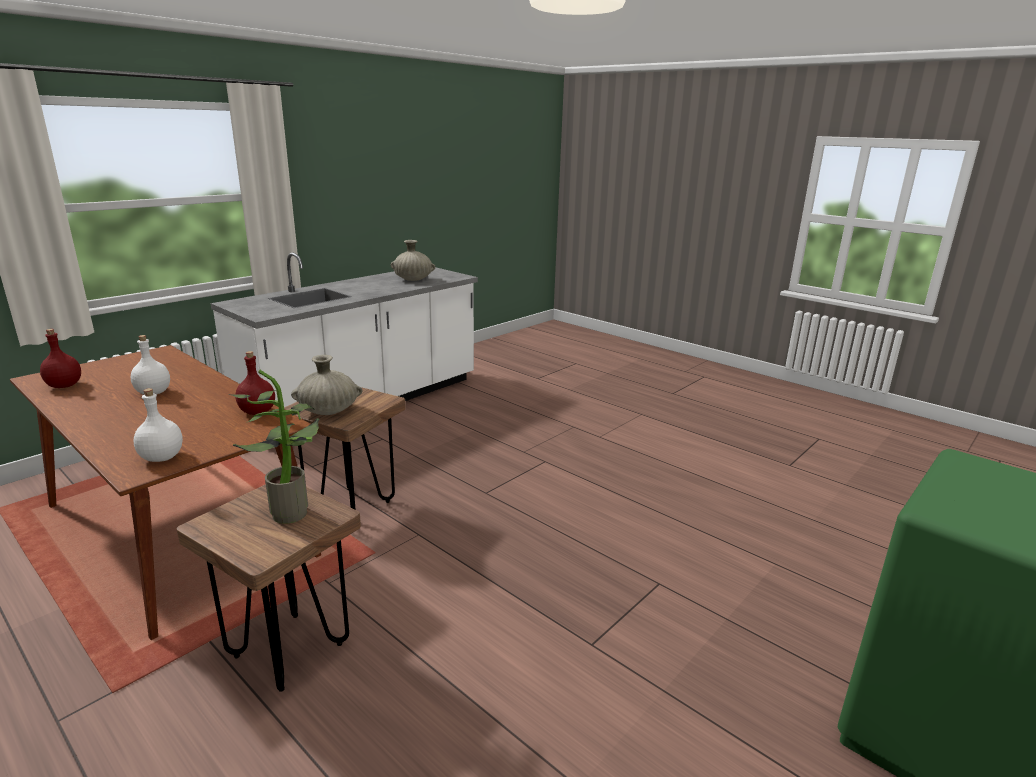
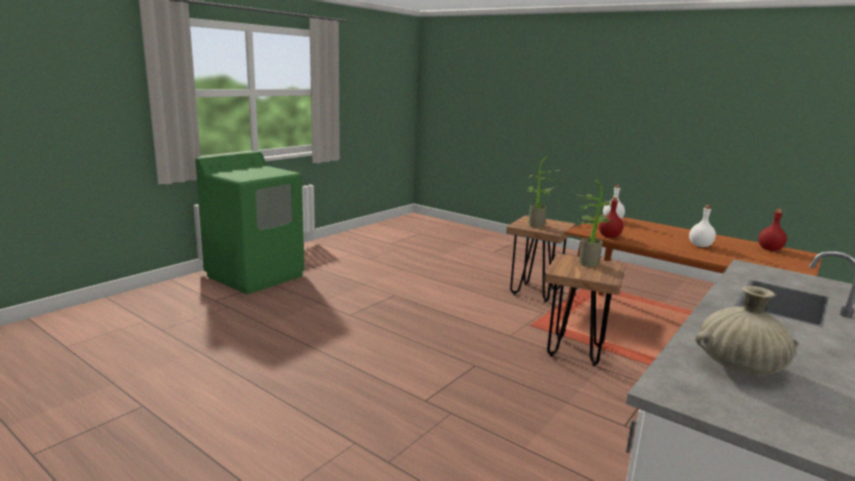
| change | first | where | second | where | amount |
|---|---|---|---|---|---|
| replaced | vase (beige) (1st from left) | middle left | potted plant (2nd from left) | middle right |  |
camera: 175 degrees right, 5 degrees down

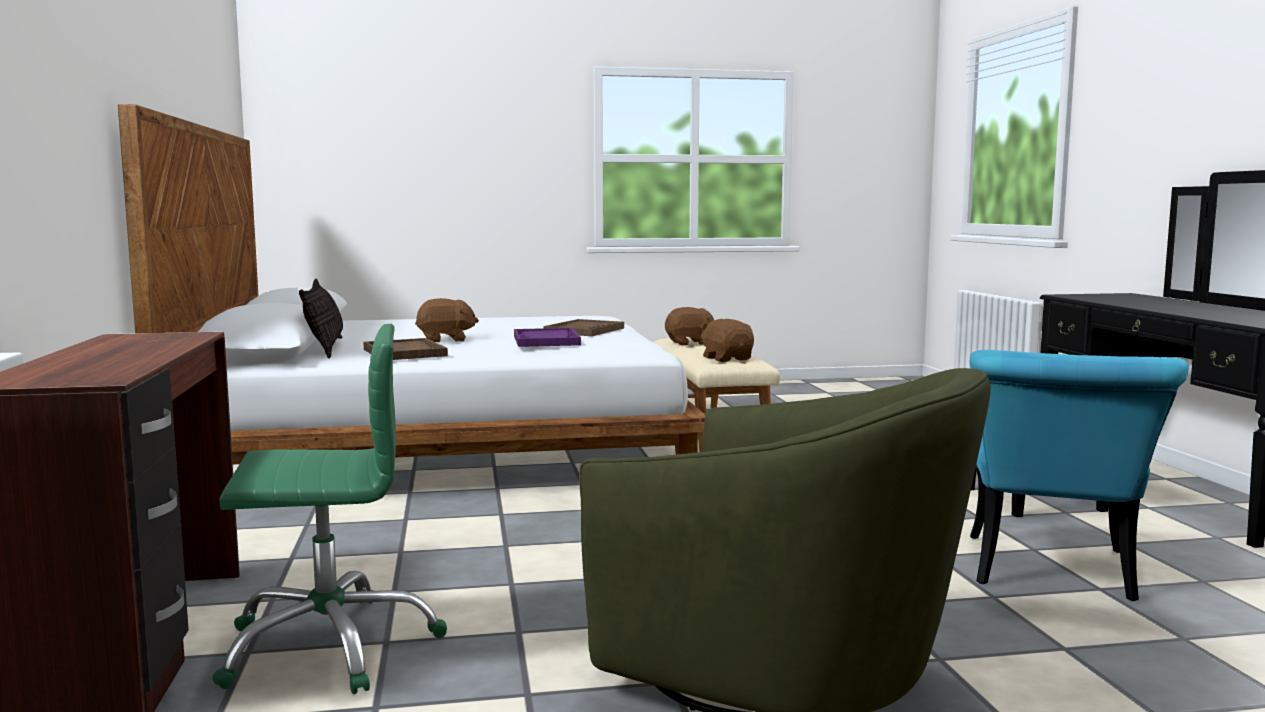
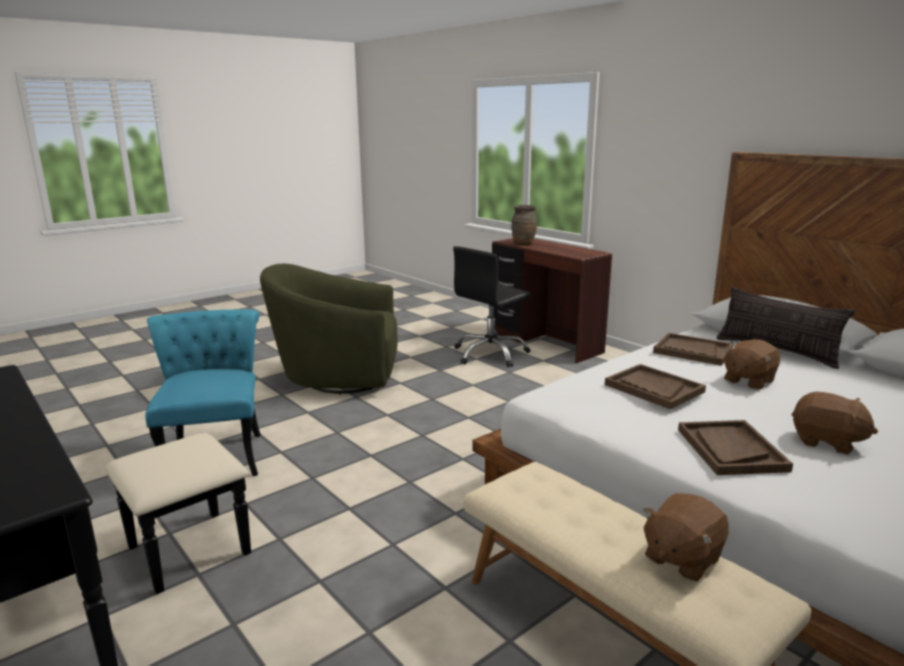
| change | first | where | second | where | amount |
|---|---|---|---|---|---|
| recoloured | office chair (green) | bottom left | office chair (black) | centre |  |
| recoloured | tray (purple) | centre | tray (brown) (1st from left) | middle right |  |
| moved | plush toy (brown) (3rd from left) | centre |  | middle right |  |
| added |  |  | vase (brown) | centre |  |
camera: 150 degrees right, 10 degrees up

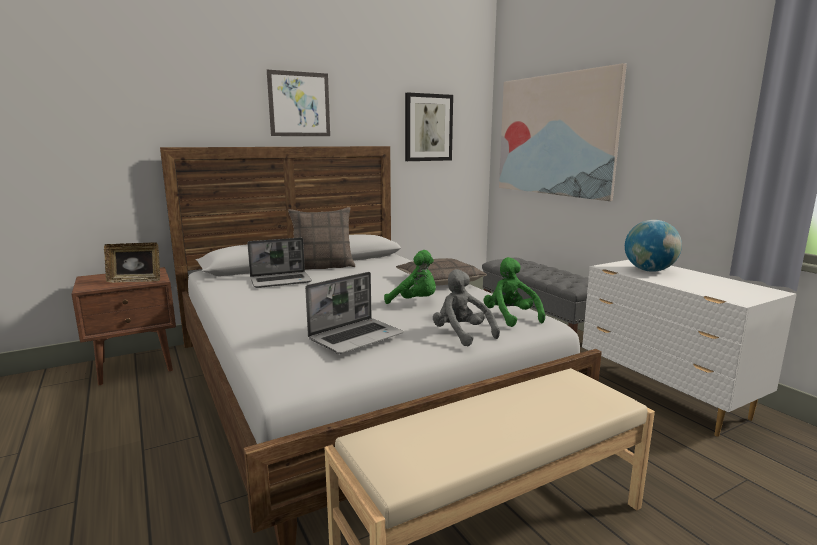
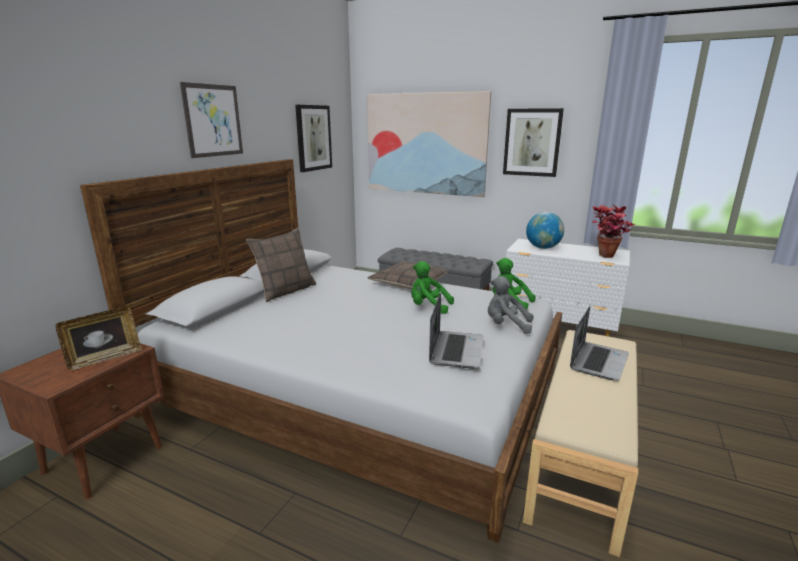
| change | first | where | second | where | amount |
|---|---|---|---|---|---|
| moved | laptop (1st from left in the first image) | centre | laptop (2nd from left) | middle right |  |
| turned | plush toy (green) (1st from left) | centre |  | centre | 150 degrees counterclockwise |
| added |  |  | picture (4th from left) | top right |  |
| added |  |  | potted plant | middle right |  |
camera: 35 degrees left, 5 degrees up

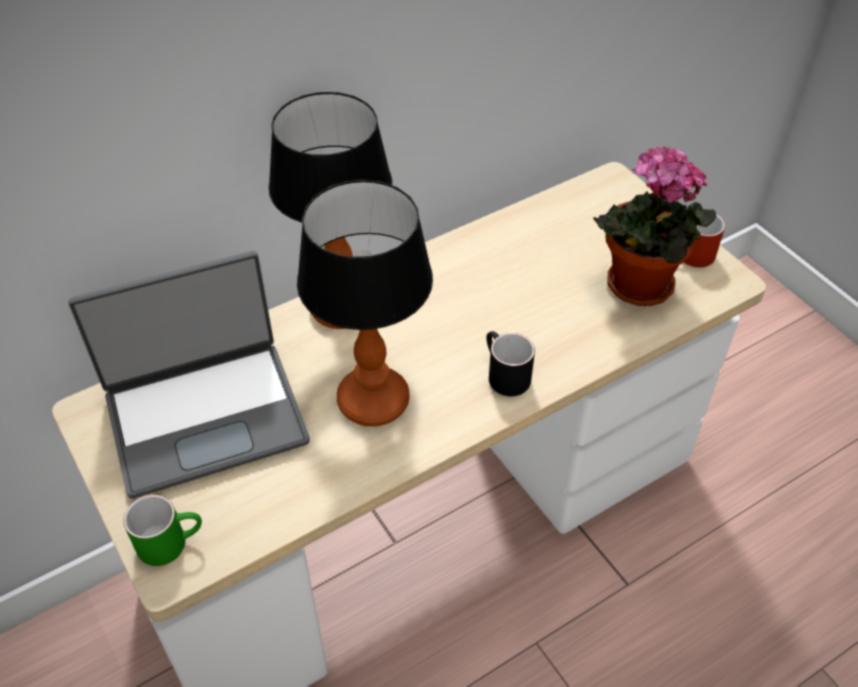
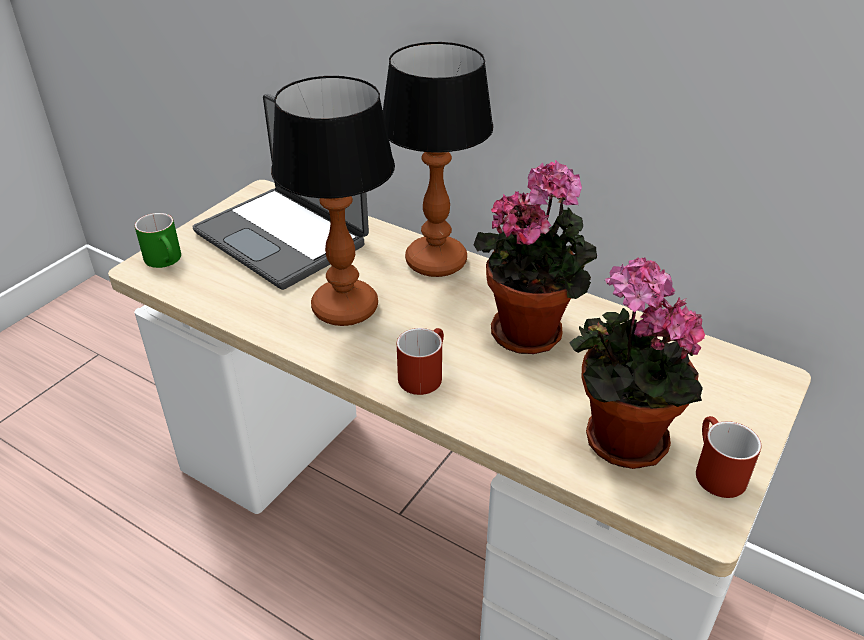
| change | first | where | second | where | amount |
|---|---|---|---|---|---|
| recoloured | mug (black) | centre | mug (red) (1st from left) | centre |  |
| added |  |  | potted plant (1st from left) | centre |  |
camera: 65 degrees right, 10 degrees down

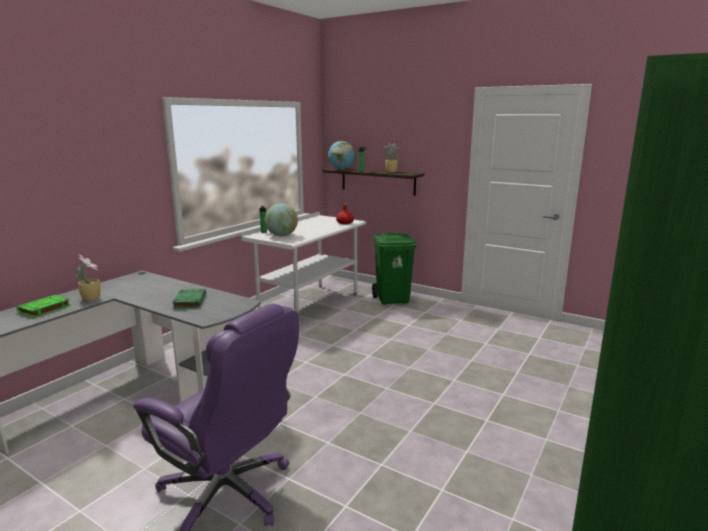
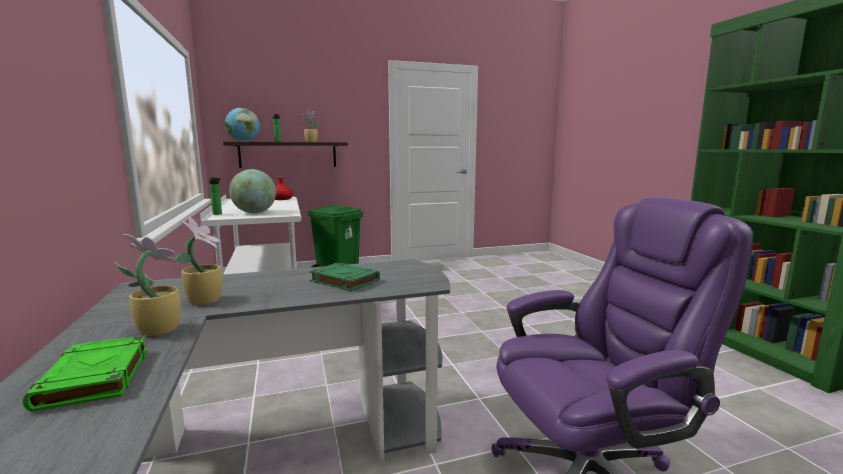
| change | first | where | second | where | amount |
|---|---|---|---|---|---|
| added |  |  | potted plant (2nd from left) | middle left |  |
camera: 50 degrees left, 5 degrees down

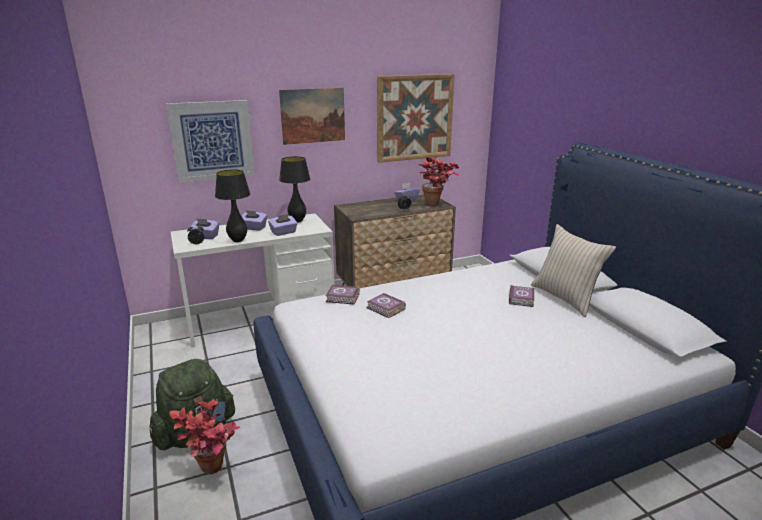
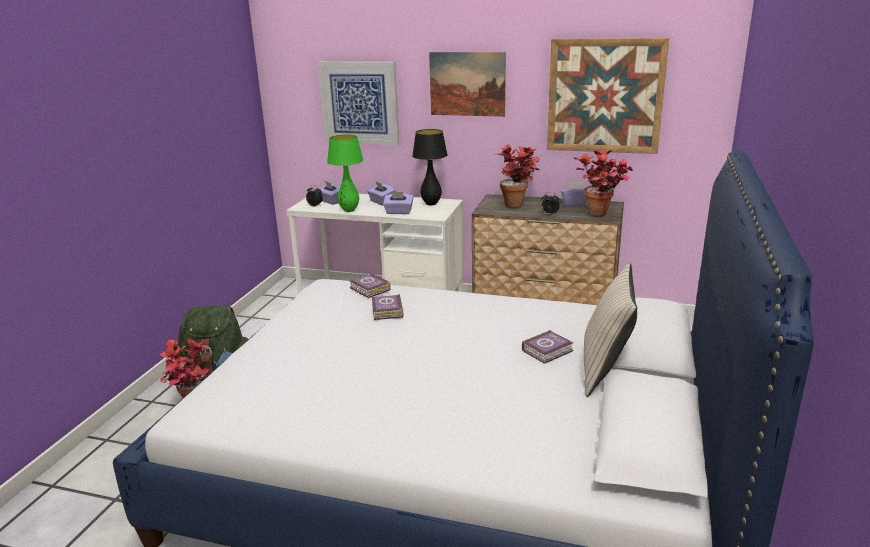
| change | first | where | second | where | amount |
|---|---|---|---|---|---|
| recoloured | table lamp (black) (1st from left) | middle left | table lamp (green) | top centre |  |
| added |  |  | potted plant (2nd from left) | top centre |  |
camera: 40 degrees right, 0 degrees up

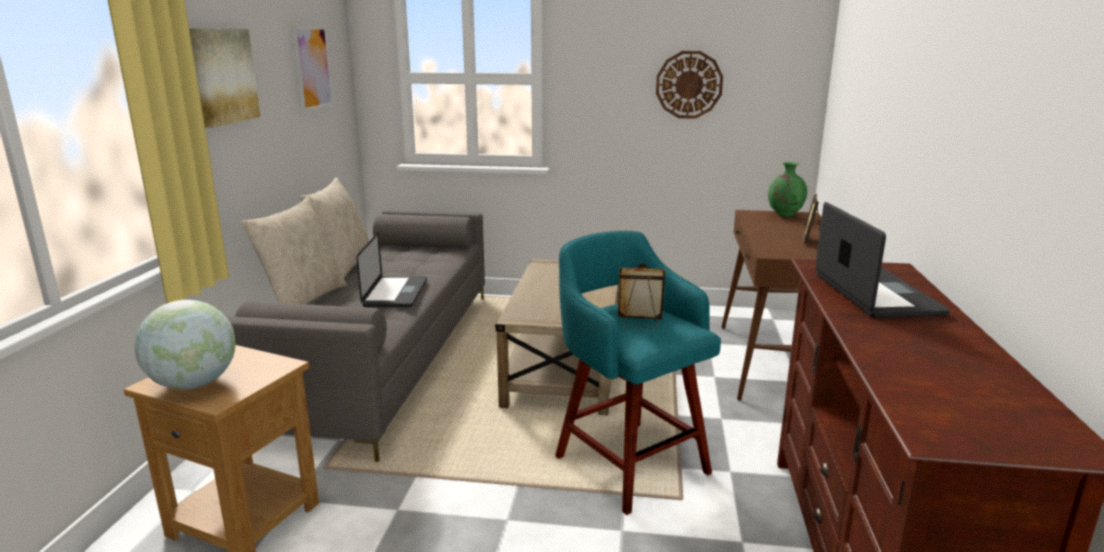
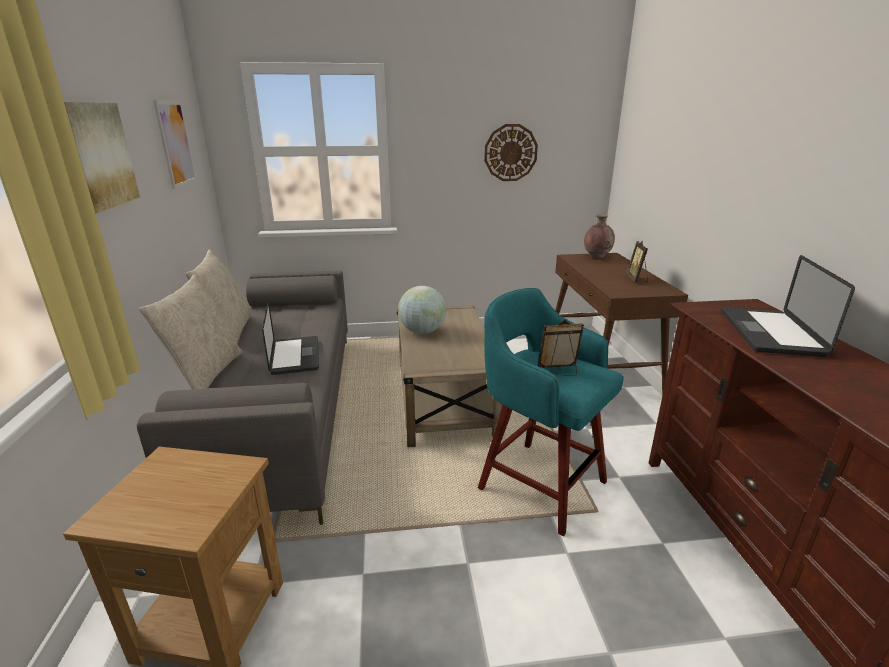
| change | first | where | second | where | amount |
|---|---|---|---|---|---|
| moved | globe | middle left |  | centre |  |
| recoloured | vase (green) | middle right | vase (brown) | middle right |  |
| turned | laptop (2nd from left) | middle right |  | middle right | 150 degrees counterclockwise |
camera: 15 degrees left, 5 degrees up

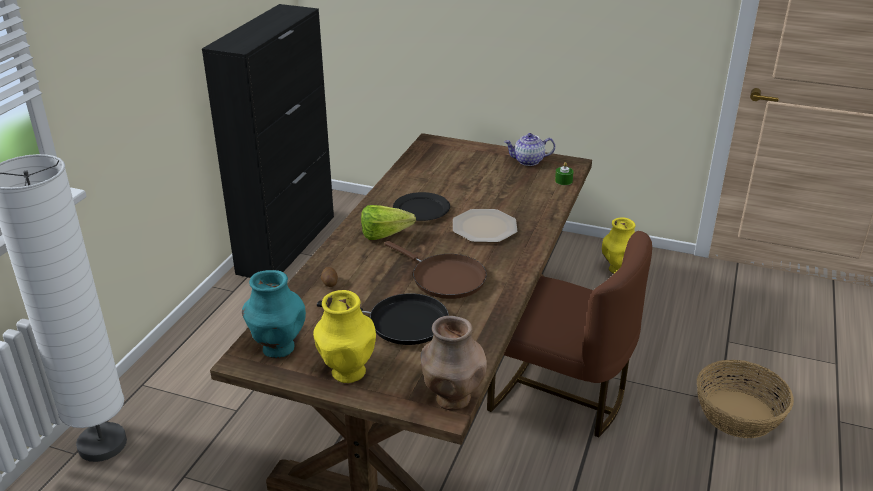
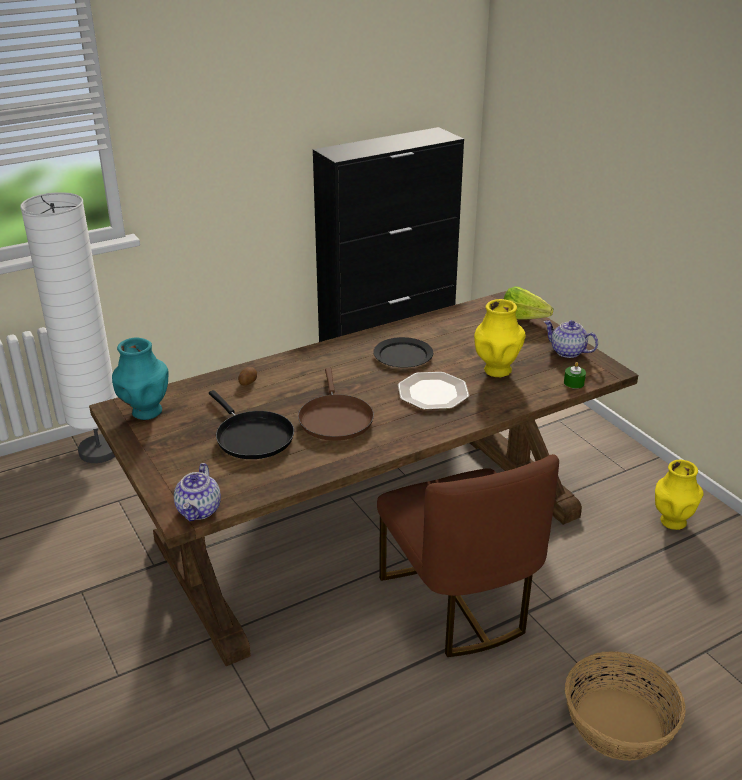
| change | first | where | second | where | amount |
|---|---|---|---|---|---|
| moved | vase (yellow) (1st from left) | bottom centre |  | middle right |  |
| moved | lettuce | centre |  | middle right |  |
| replaced | vase (brown) | bottom centre | teapot (1st from left) | middle left |  |
camera: 40 degrees right, 0 degrees up

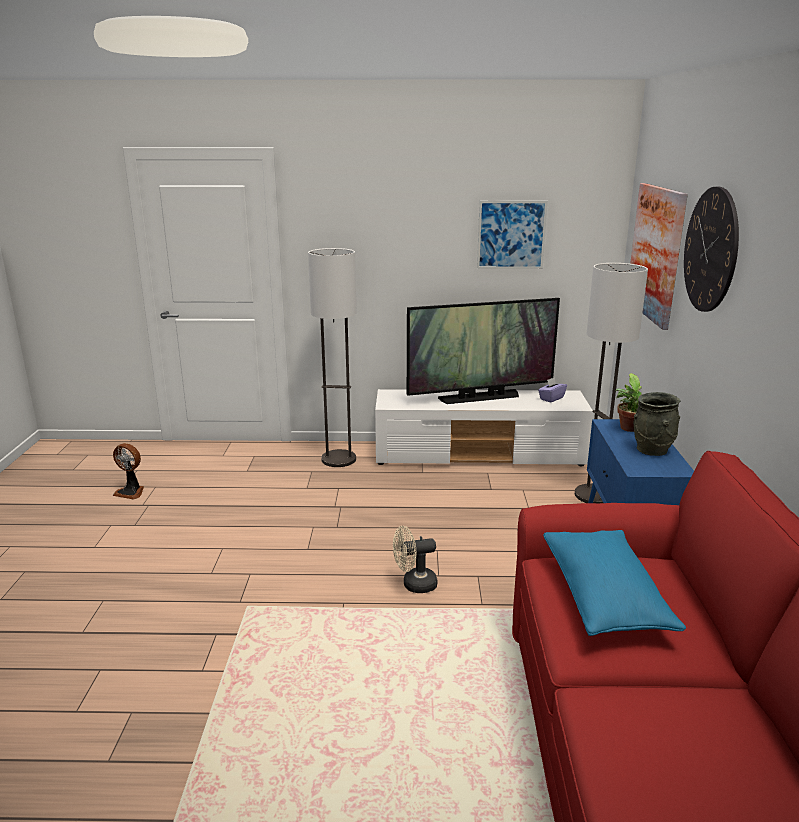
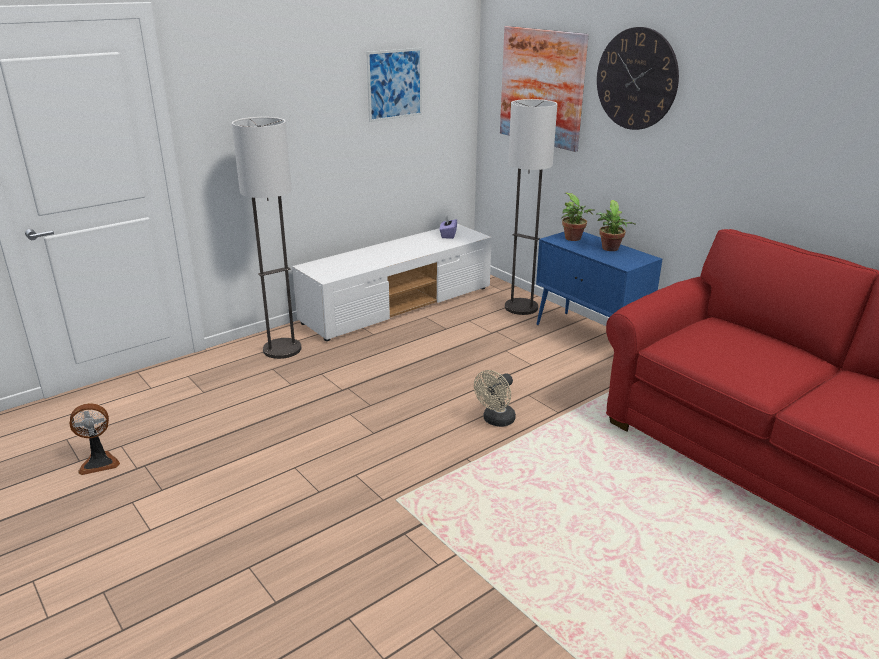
| change | first | where | second | where | amount |
|---|---|---|---|---|---|
| removed | television | centre |  |  |  |
| removed | pillow (blue) | bottom right |  |  |  |
| replaced | vase (grey) | middle right | potted plant (2nd from left) | middle right |  |
camera: 40 degrees left, 5 degrees up

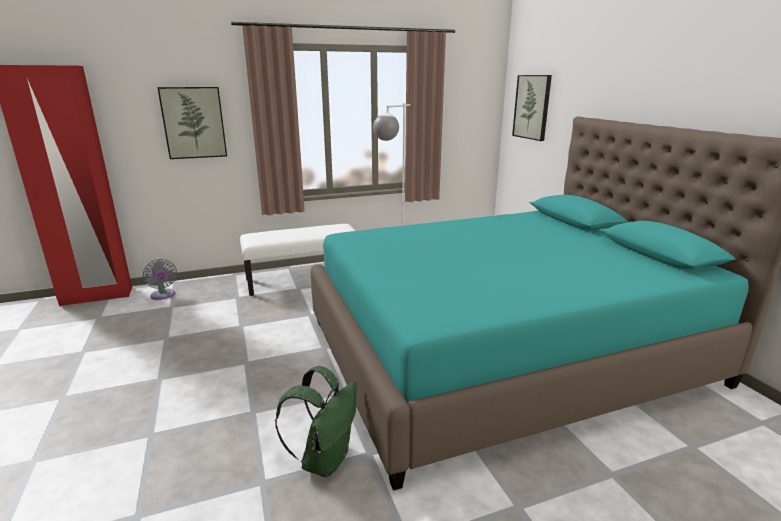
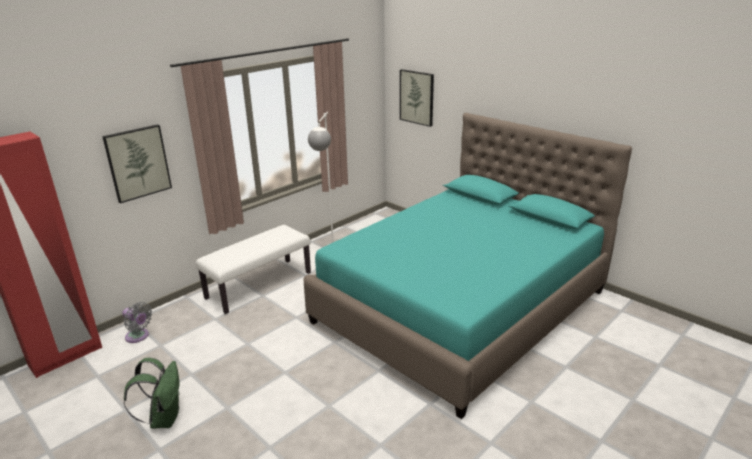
| change | first | where | second | where | amount |
|---|---|---|---|---|---|
| moved | backpack (green) | bottom centre |  | bottom left |  |
camera: 25 degrees left, 5 degrees up

